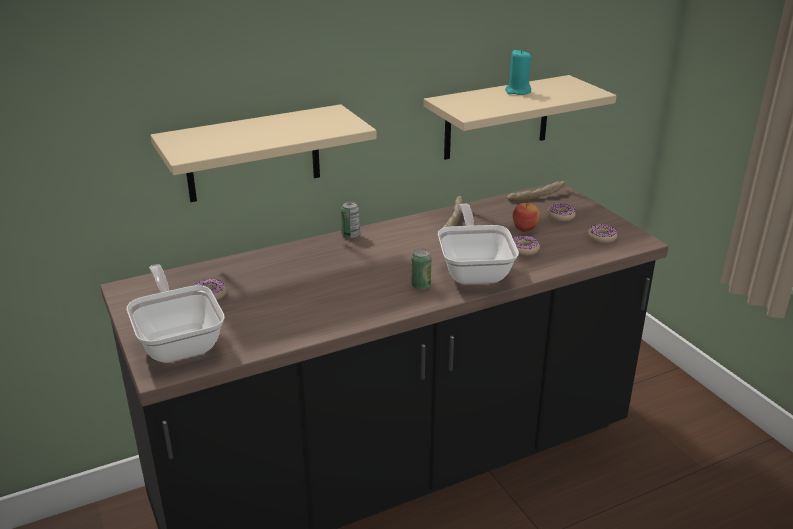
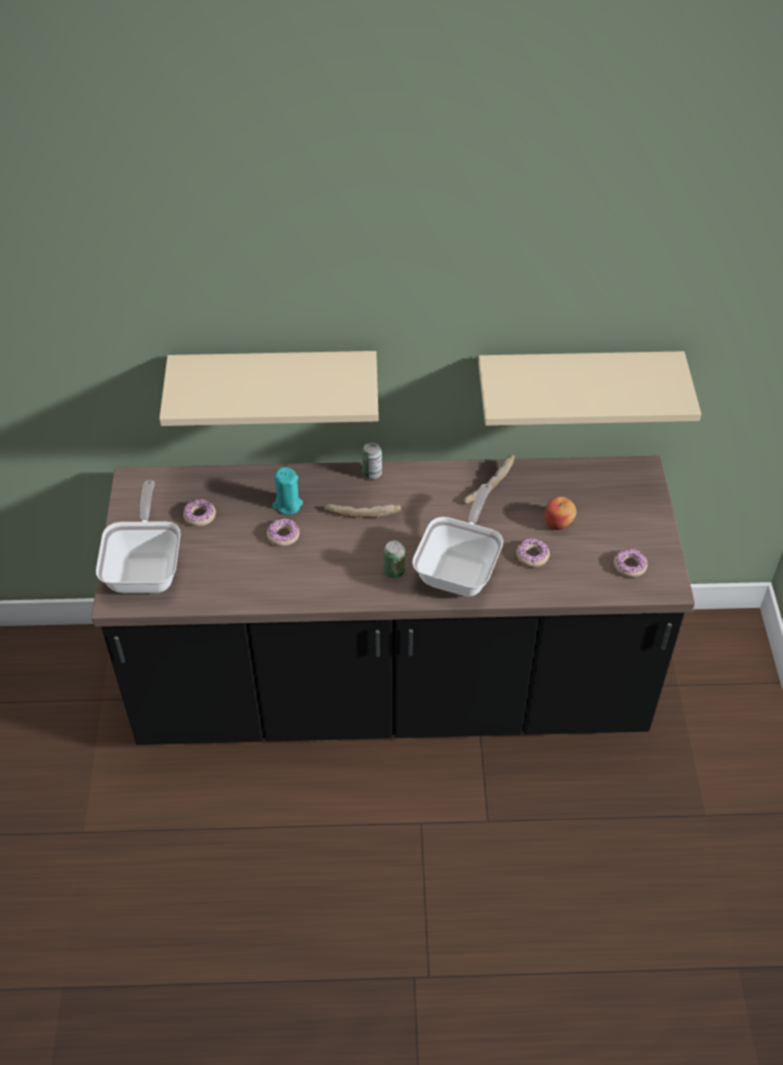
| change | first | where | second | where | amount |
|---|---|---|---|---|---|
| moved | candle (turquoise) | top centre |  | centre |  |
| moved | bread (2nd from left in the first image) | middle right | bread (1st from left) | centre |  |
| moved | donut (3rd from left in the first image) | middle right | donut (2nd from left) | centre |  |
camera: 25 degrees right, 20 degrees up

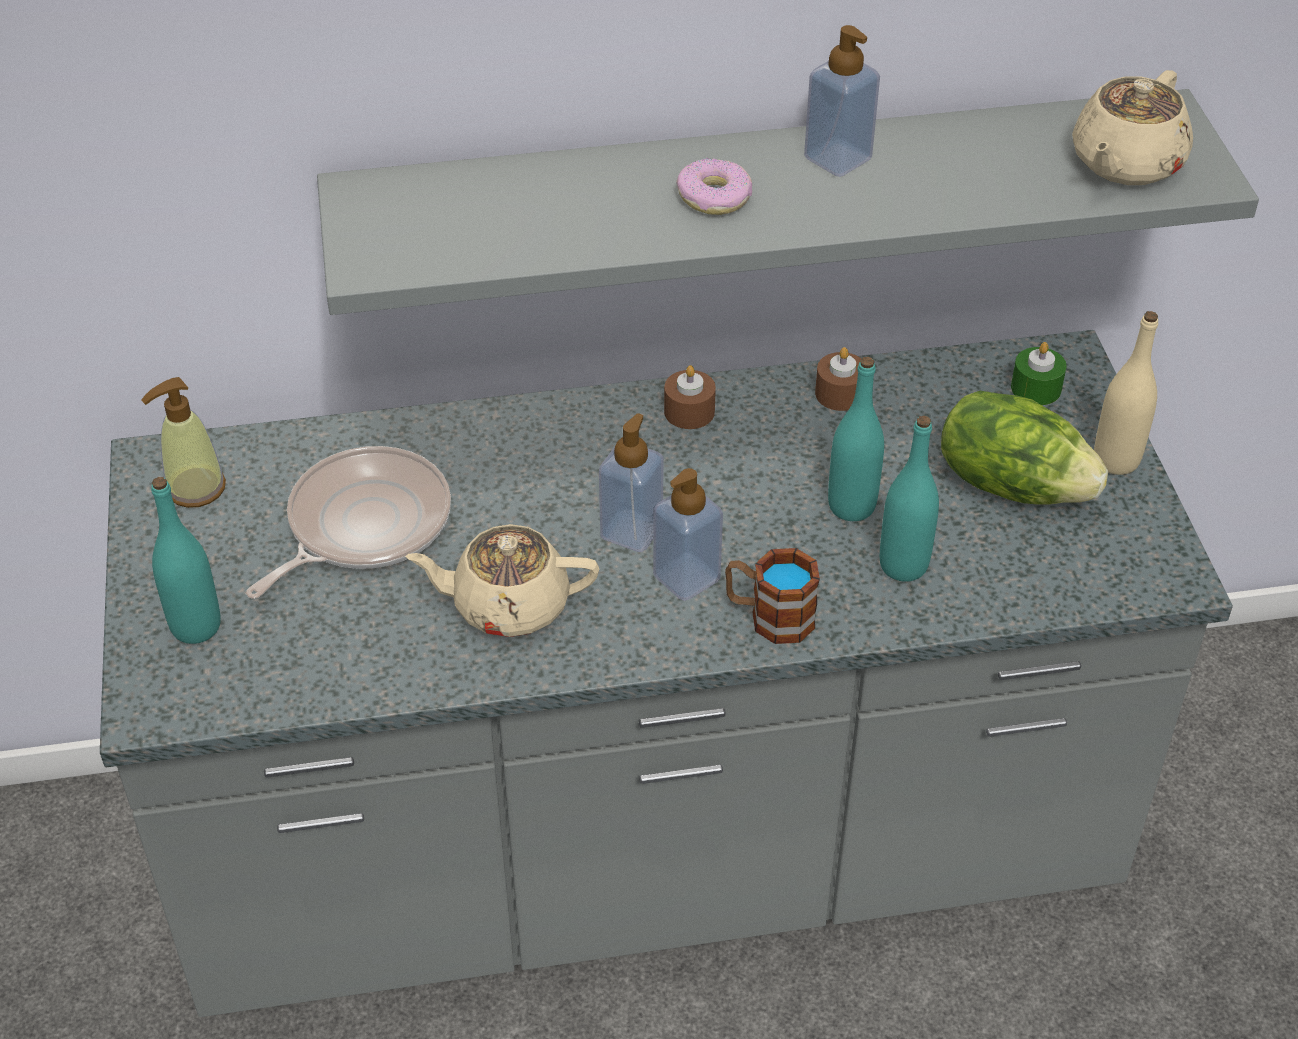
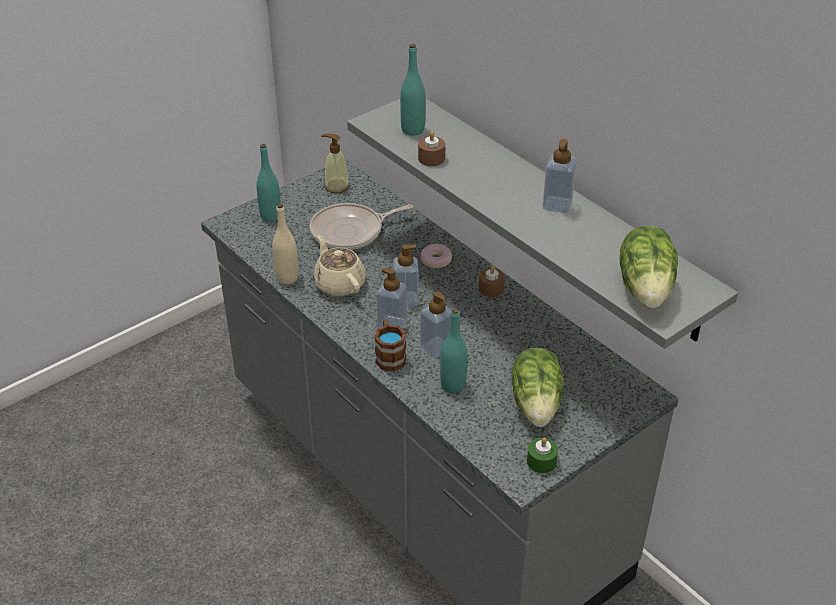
| change | first | where | second | where | amount |
|---|---|---|---|---|---|
| turned | frying pan | middle left |  | centre | 150 degrees clockwise |
| moved | donut | top centre |  | centre |  |
| moved | candle (brown) (2nd from left in the first image) | centre | candle (brown) (1st from left) | top centre |  |
| moved | bottle (turquoise) (2nd from left) | centre |  | top centre |  |
| moved | candle (green) | middle right |  | bottom centre |  |
| replaced | teapot (beige) (2nd from left) | top right | lettuce (2nd from left) | middle right |  |
| moved | bottle (beige) | middle right |  | centre |  |
| added |  |  | soap dispenser (4th from left) | centre |  |
camera: 60 degrees right, 5 degrees down

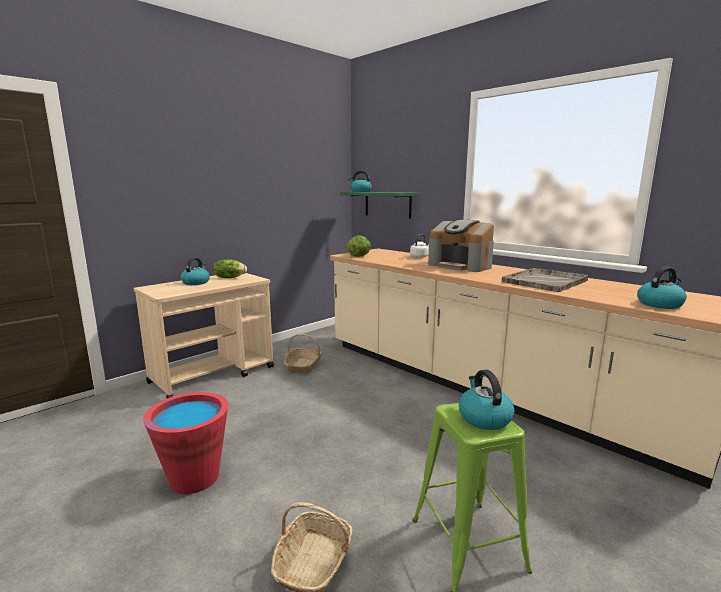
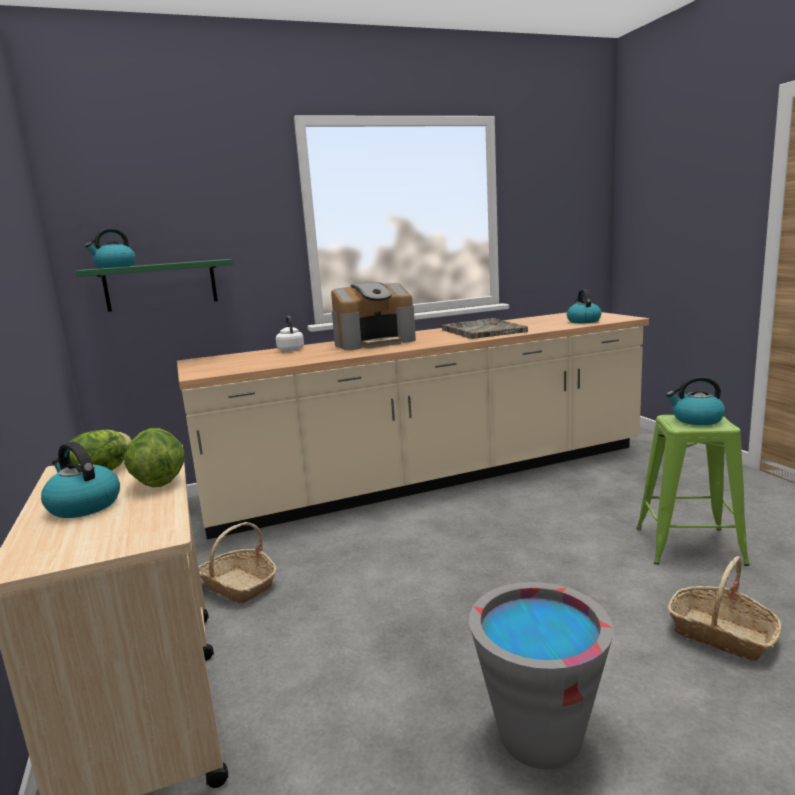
| change | first | where | second | where | amount |
|---|---|---|---|---|---|
| recoloured | bucket (red) | bottom left | bucket (grey) | bottom right |  |
| moved | lettuce (2nd from left) | centre |  | middle left |  |
camera: 65 degrees left, 0 degrees up

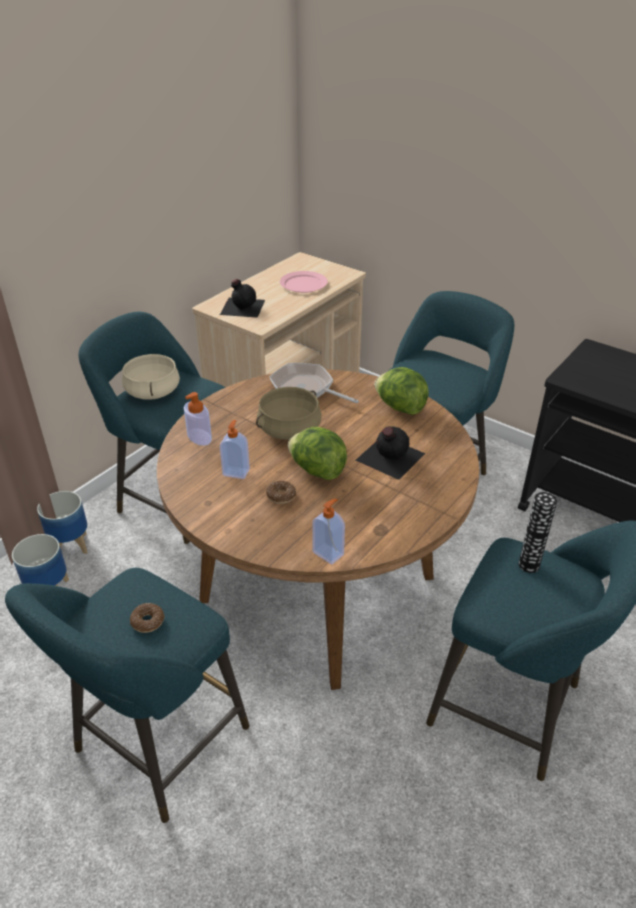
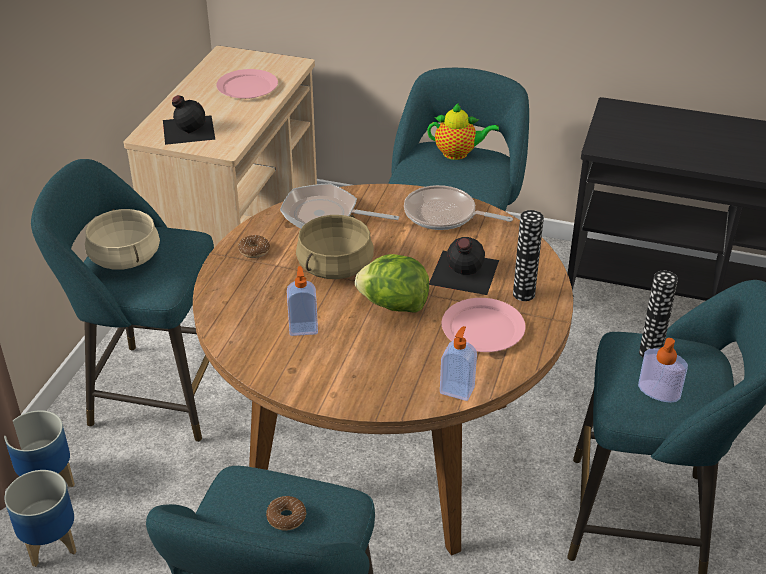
| change | first | where | second | where | amount |
|---|---|---|---|---|---|
| moved | soap dispenser (1st from left in the first image) | middle left | soap dispenser (3rd from left) | middle right |  |
| moved | donut (2nd from left in the first image) | centre | donut (1st from left) | middle left |  |
| replaced | lettuce (2nd from left) | centre | frying pan (2nd from left) | centre |  |
| added |  |  | teapot | top centre |  |
| added |  |  | plate (pink) (2nd from left) | centre |  |
| added |  |  | vase (1st from left) | middle right |  |
camera: 20 degrees left, 0 degrees up

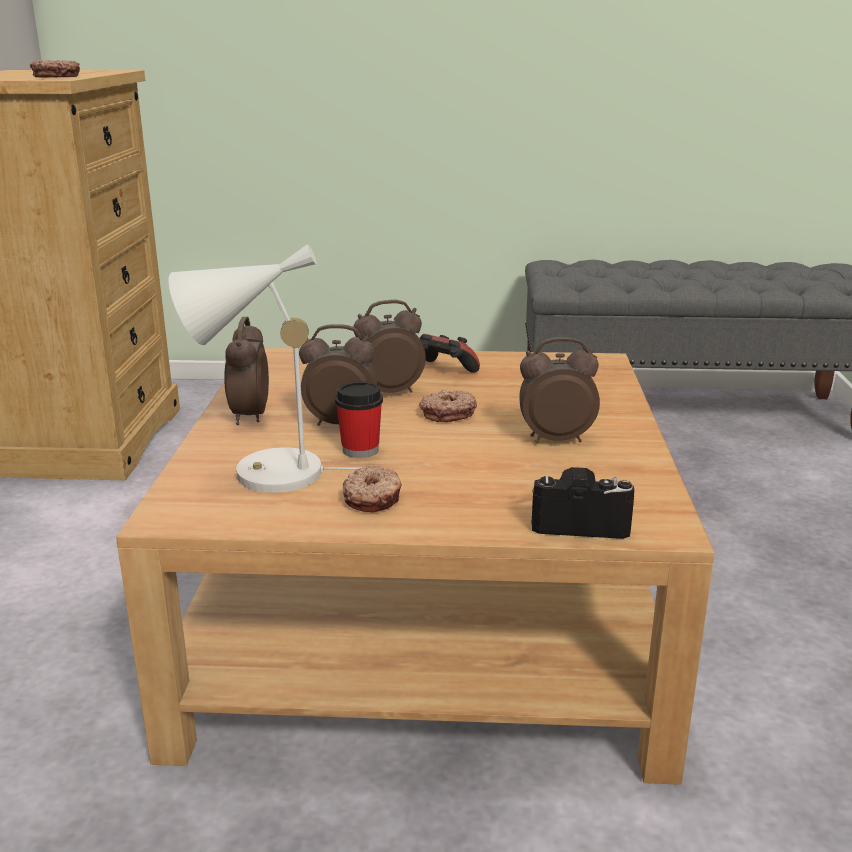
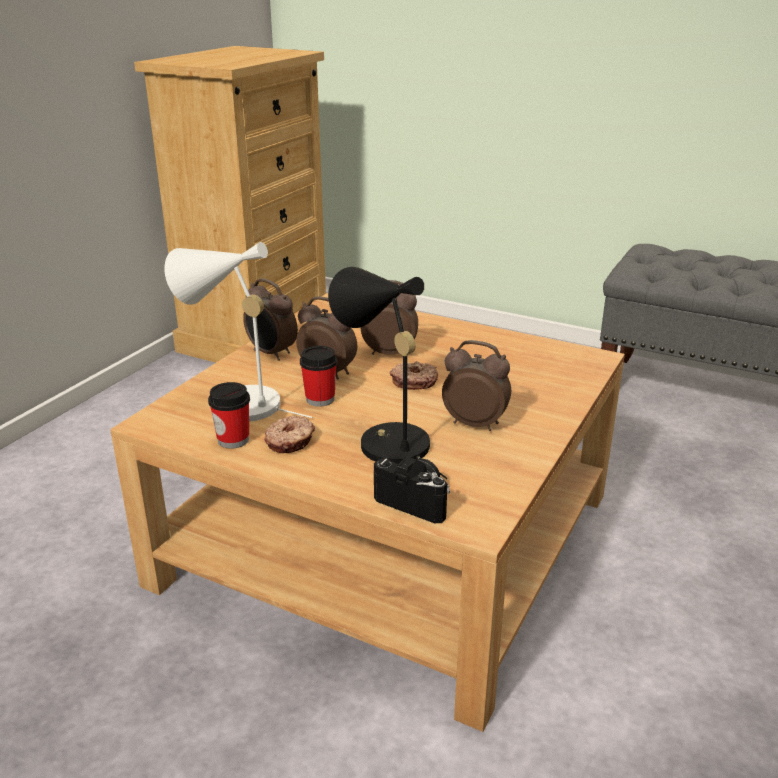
| change | first | where | second | where | amount |
|---|---|---|---|---|---|
| removed | donut (1st from left) | top left |  |  |  |
| turned | alarm clock (1st from left) | middle left |  | centre | 75 degrees counterclockwise |
| removed | game controller | centre |  |  |  |
| added |  |  | cup (1st from left) | middle left |  |
| added |  |  | table lamp (black) | centre |  |
camera: 25 degrees right, 5 degrees up

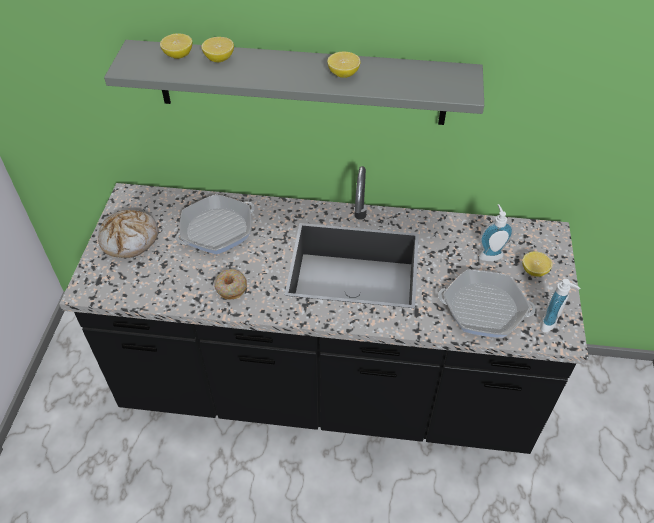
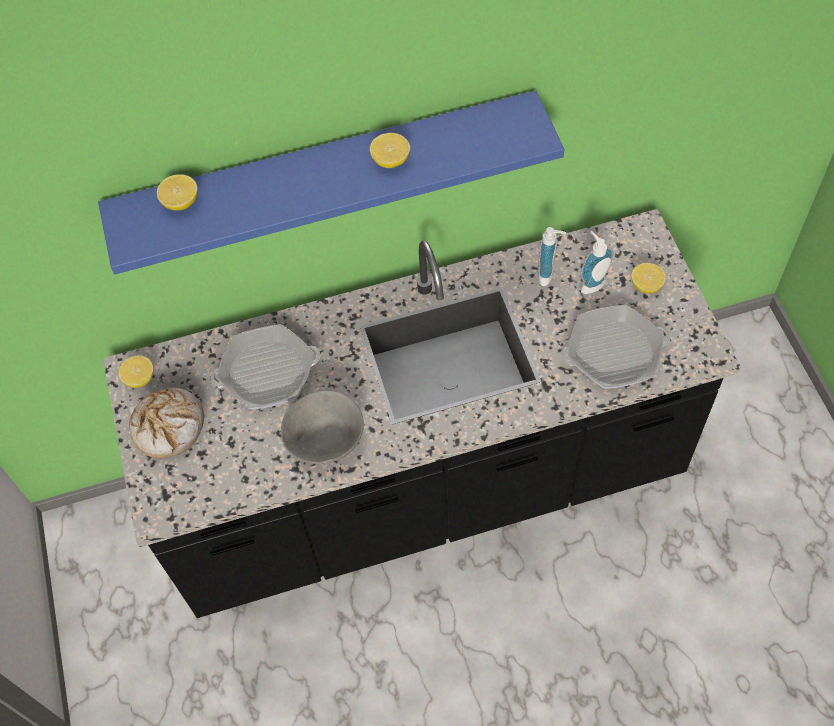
| change | first | where | second | where | amount |
|---|---|---|---|---|---|
| recoloured | shelf (grey) | top centre | shelf (blue) | top centre |  |
| turned | frying pan (1st from left) | middle left |  | middle left | 135 degrees counterclockwise |
| moved | lemon (2nd from left in the first image) | top left | lemon (1st from left) | middle left |  |
| replaced | donut | centre | bowl (grey) | centre |  |
| moved | soap dispenser (2nd from left in the first image) | middle right | soap dispenser (1st from left) | centre |  |
camera: 20 degrees left, 10 degrees up

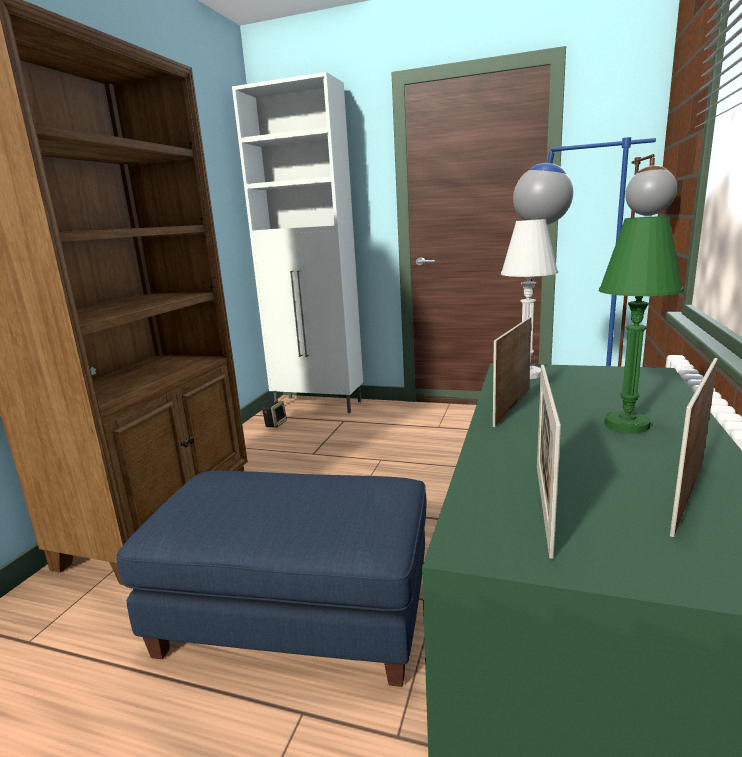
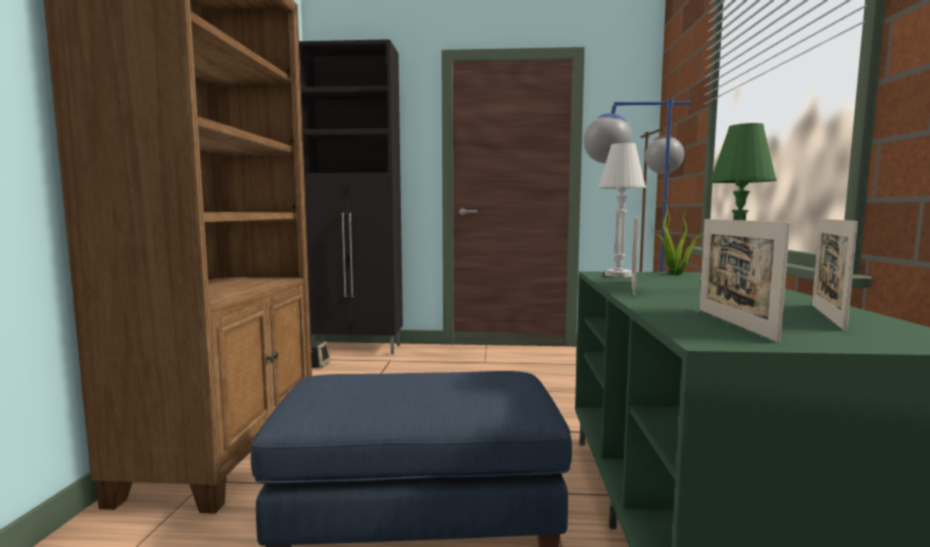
| change | first | where | second | where | amount |
|---|---|---|---|---|---|
| recoloured | cabinet (white) | top centre | cabinet (black) | centre |  |
| added |  |  | potted plant | middle right |  |
camera: 15 degrees left, 10 degrees down

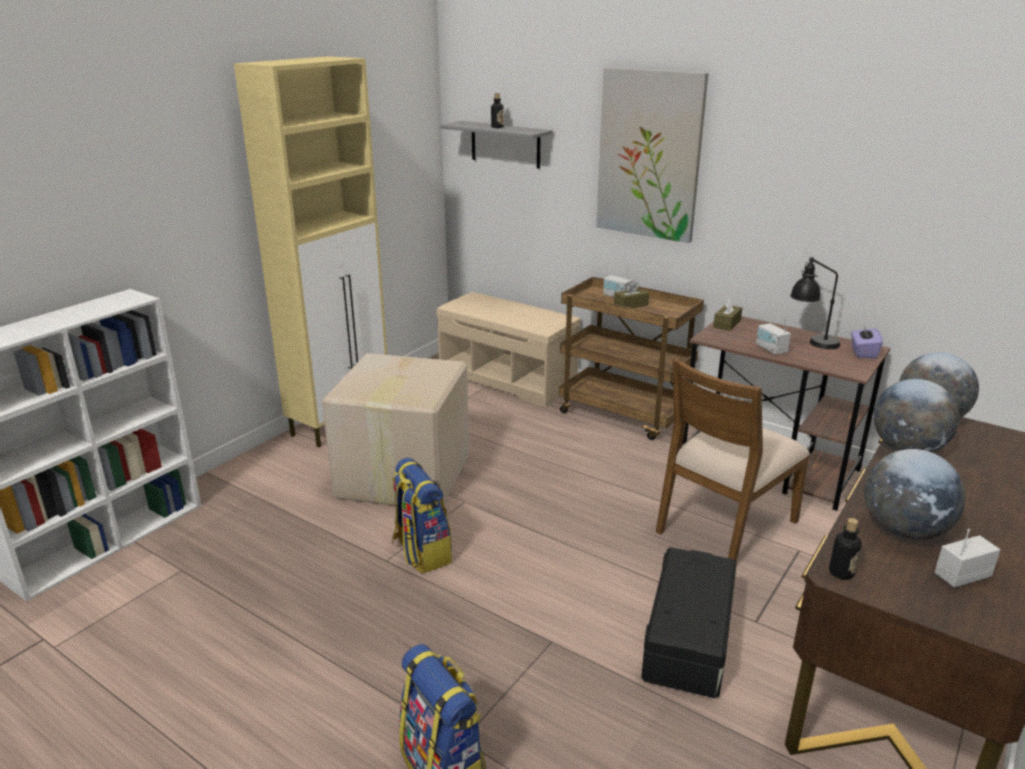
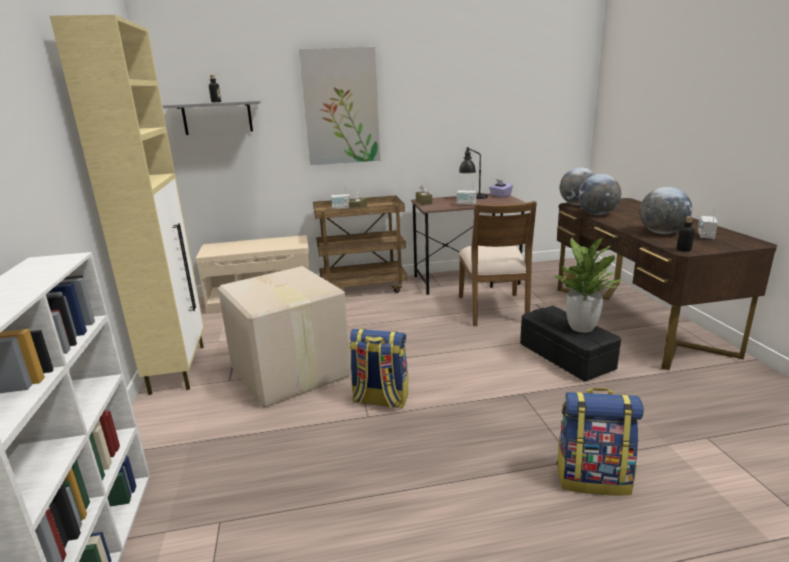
| change | first | where | second | where | amount |
|---|---|---|---|---|---|
| added |  |  | potted plant | middle right |  |
camera: 45 degrees left, 5 degrees down

